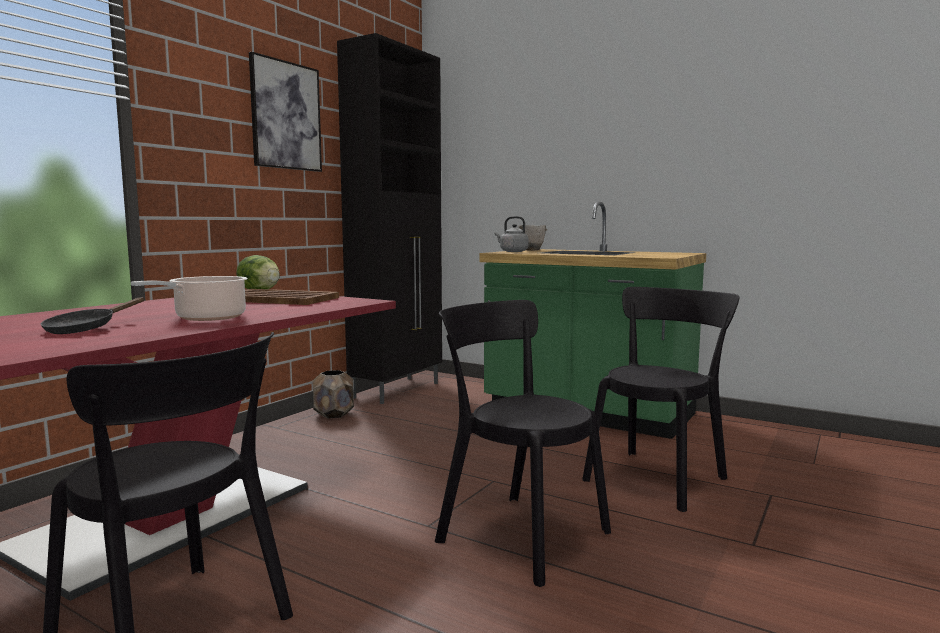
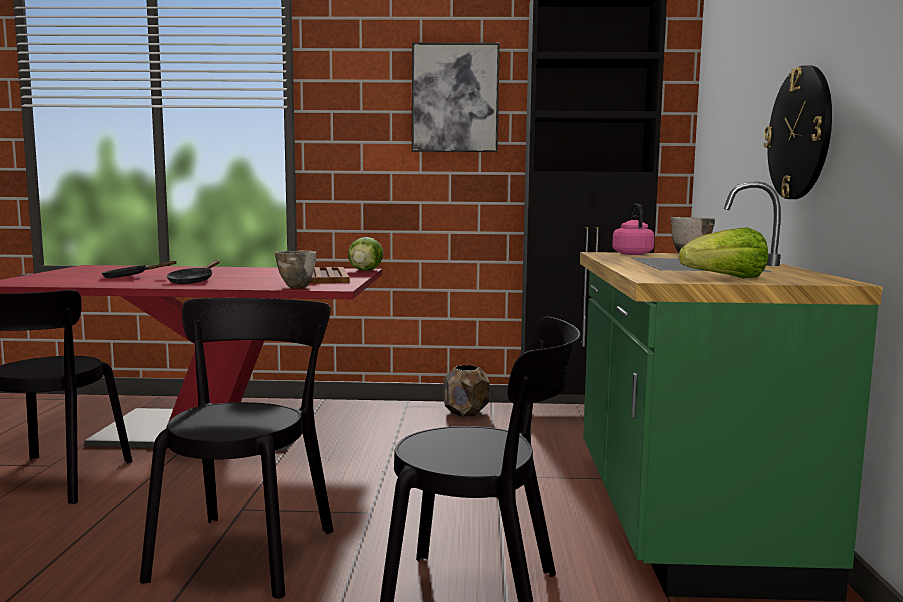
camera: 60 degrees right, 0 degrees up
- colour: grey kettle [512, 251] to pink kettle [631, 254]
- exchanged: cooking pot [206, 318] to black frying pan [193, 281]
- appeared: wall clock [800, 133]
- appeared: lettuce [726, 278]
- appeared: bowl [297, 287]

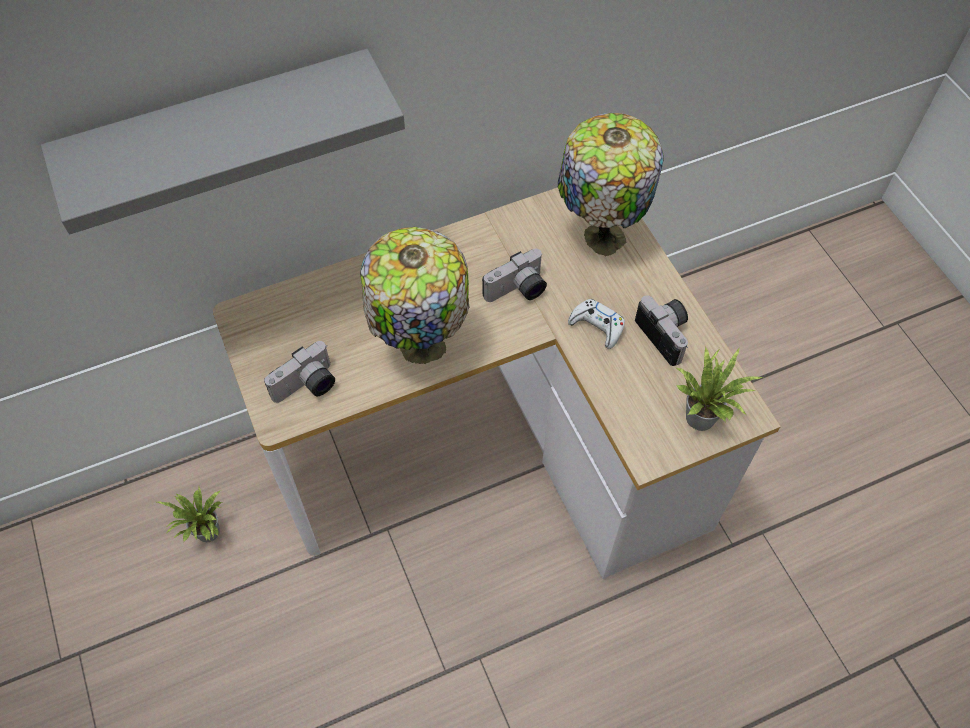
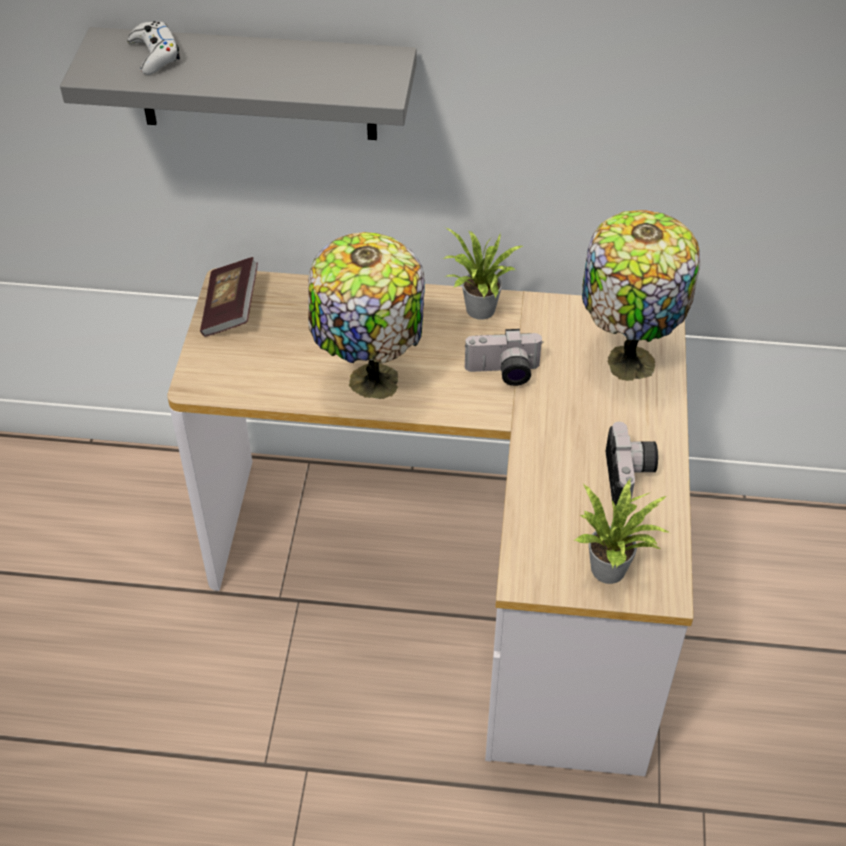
camera: 30 degrees right, 10 degrees down
- relocated: white game controller [597, 326] to [155, 55]
- missing: photo camera [307, 387]
- relocated: potted plant [207, 534] to [478, 312]
- appeared: book [230, 310]

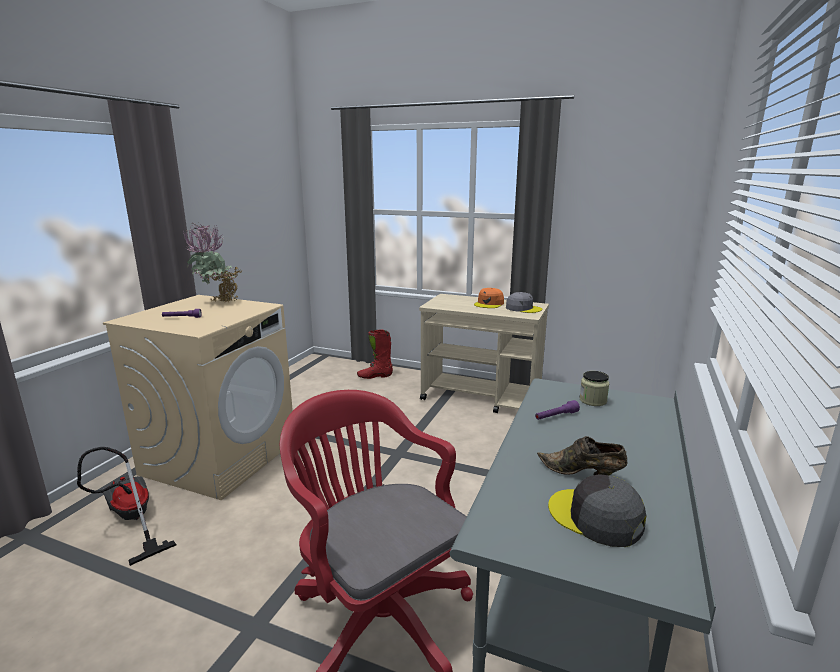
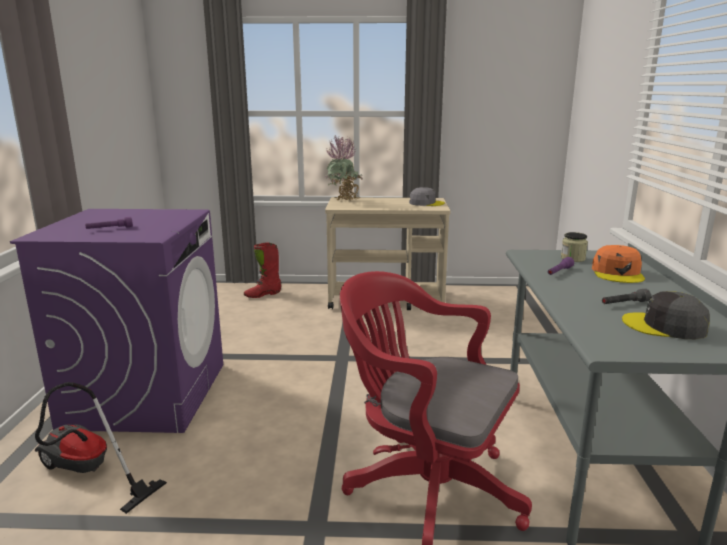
camera: 20 degrees left, 0 degrees up
- relocated: potted plant [218, 303] to [344, 201]
- relocated: orange cap [489, 304] to [617, 273]
- colour: beige washing machine [220, 456] to purple washing machine [147, 394]
- exchanged: brown shoe [582, 474] to grey flashlight [624, 304]

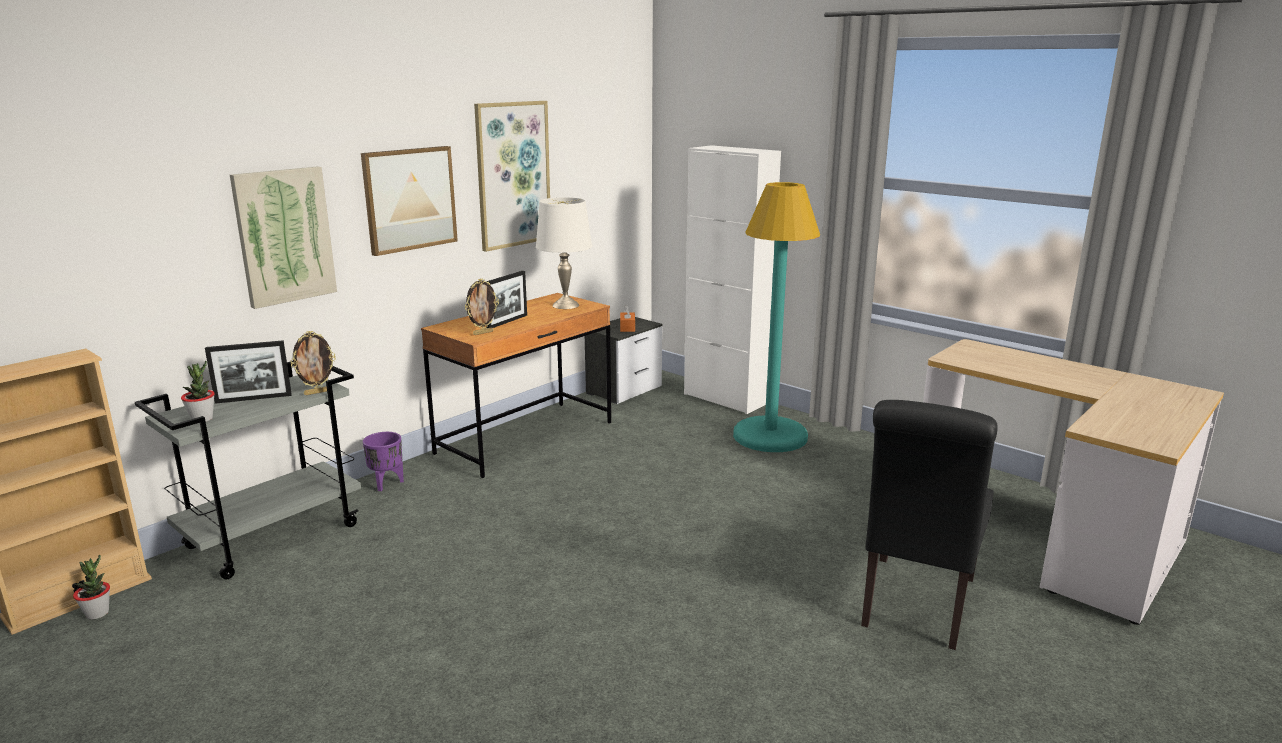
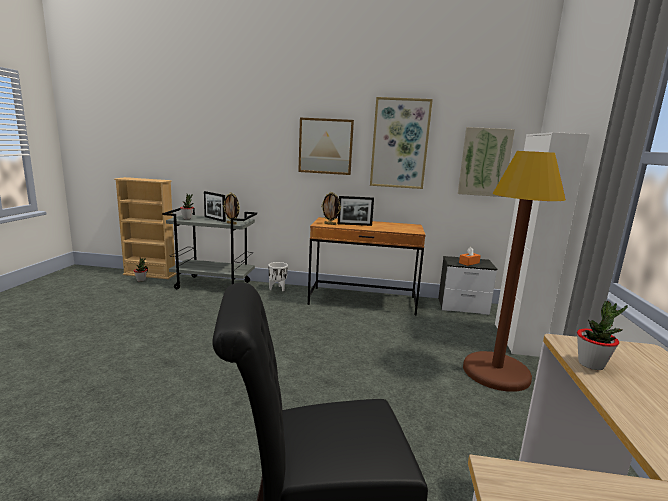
camera: 55 degrees right, 5 degrees down
- relocated: picture [284, 236] to [484, 162]
- colour: turquoise floor lamp [770, 436] to brown floor lamp [496, 372]
- missing: white table lamp [565, 305]
- colour: purple planter [386, 483] to white planter [277, 289]
- appeared: potted plant [591, 364]

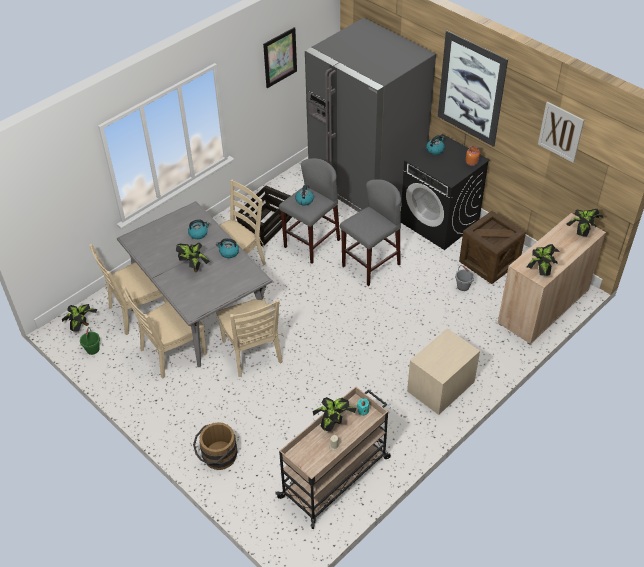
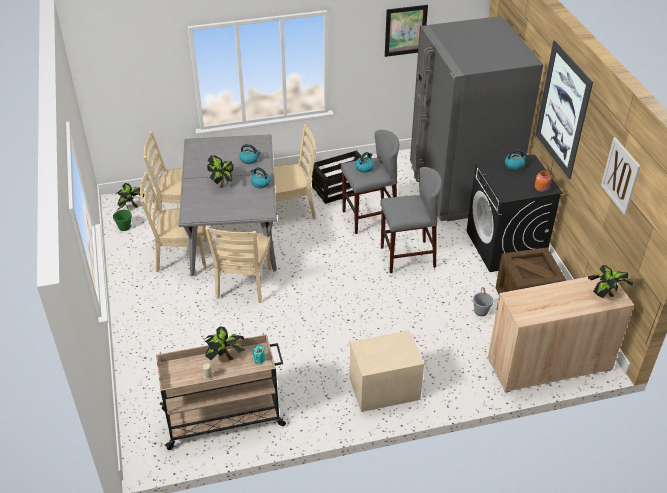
camera: 30 degrees right, 5 degrees down
- missing: potted plant [540, 271]
- missing: brown bucket [217, 458]

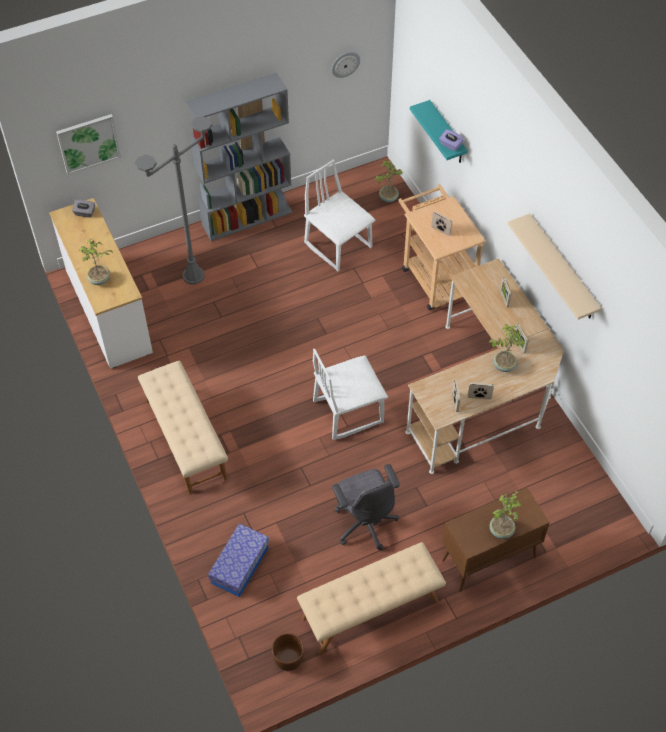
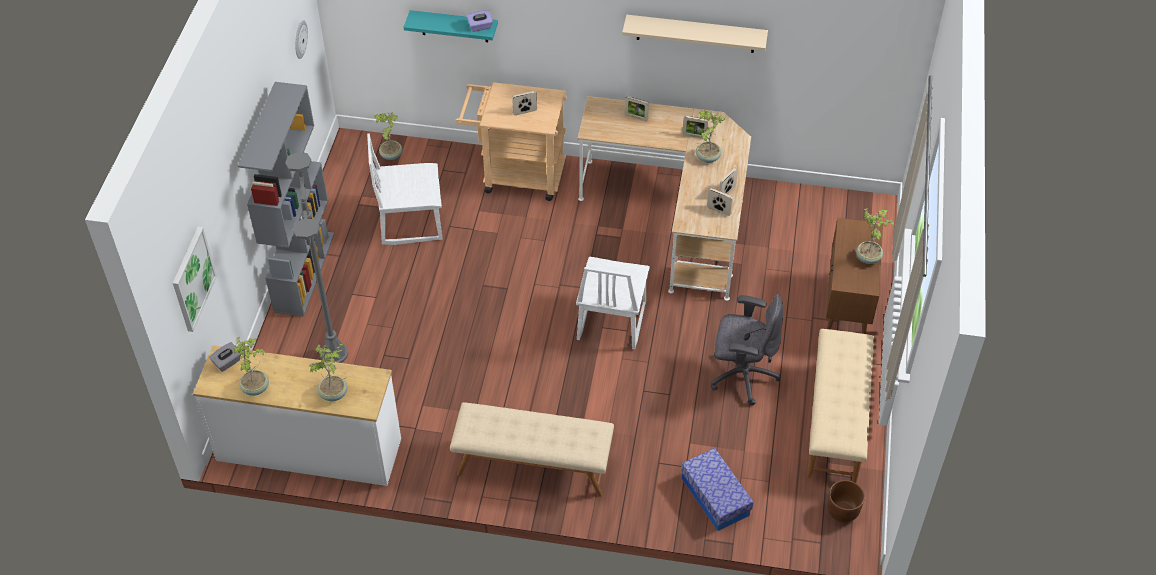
camera: 55 degrees left, 5 degrees down
- appeared: potted plant [256, 387]

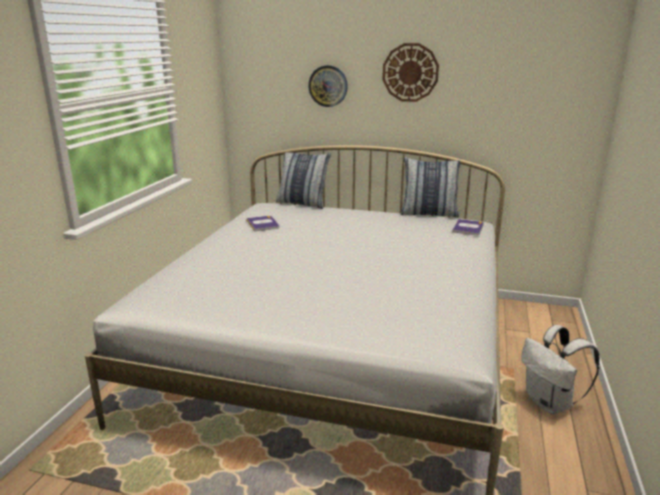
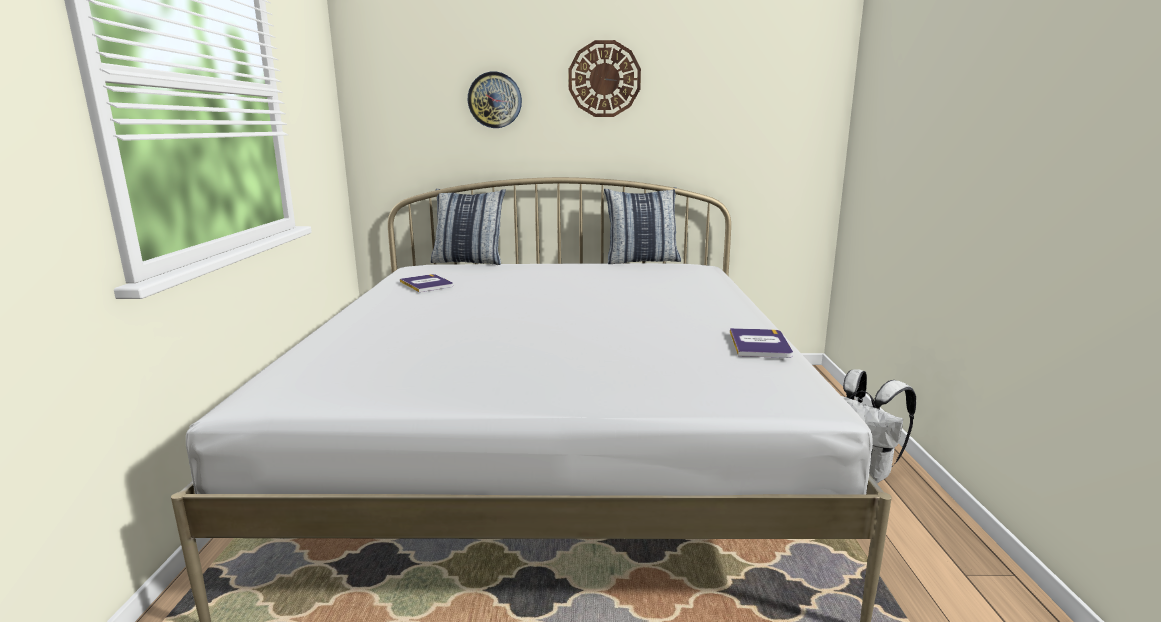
camera: 15 degrees left, 5 degrees down
- relocated: book [468, 228] to [759, 344]

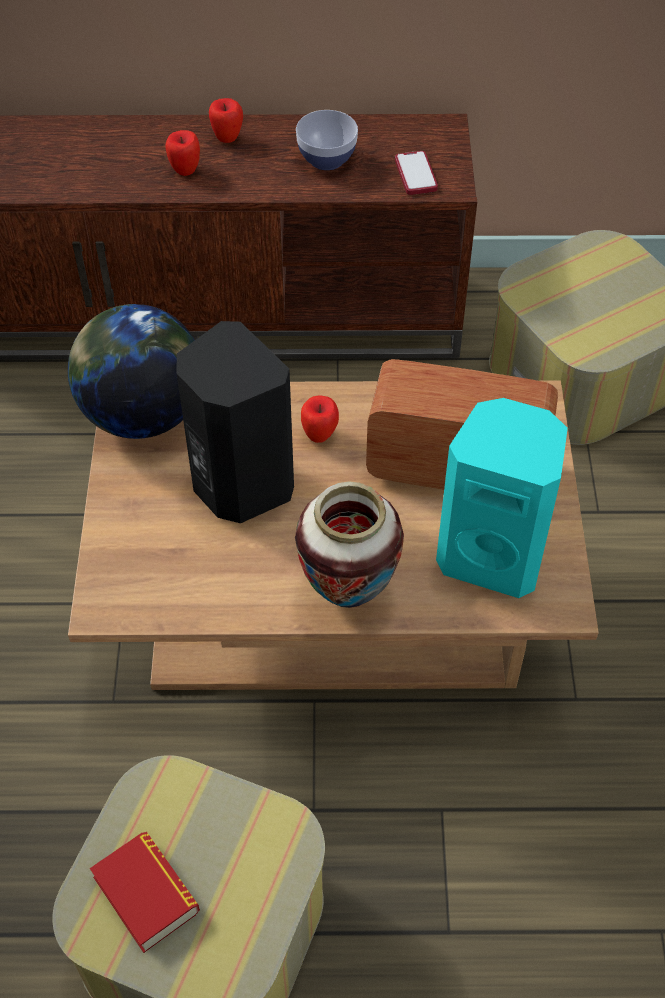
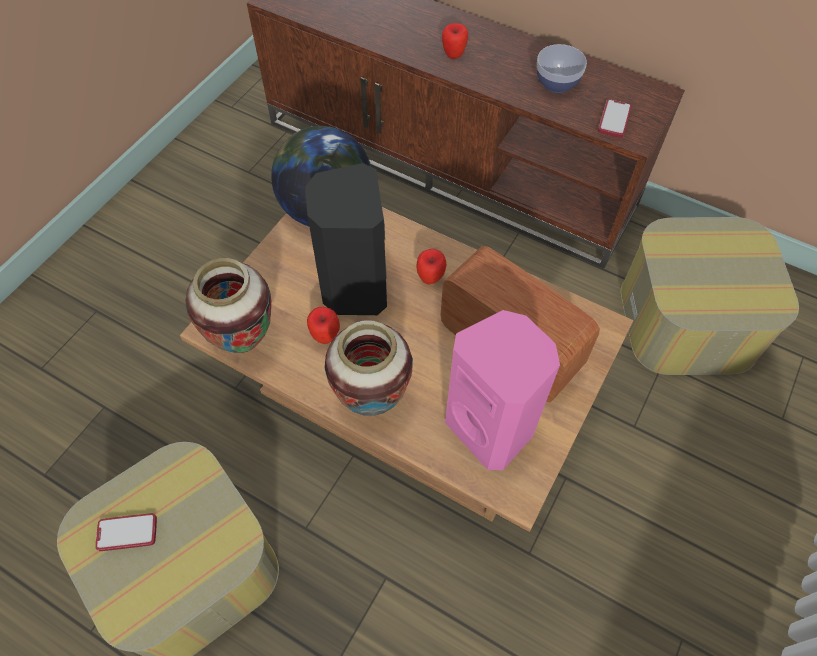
camera: 30 degrees right, 5 degrees up
- relocated: apple [227, 137] to [325, 336]
- colour: turquoise speaker [492, 555] to pink speaker [491, 427]
- exchanged: book [146, 894] to phone [127, 532]
- appeared: vase [243, 341]

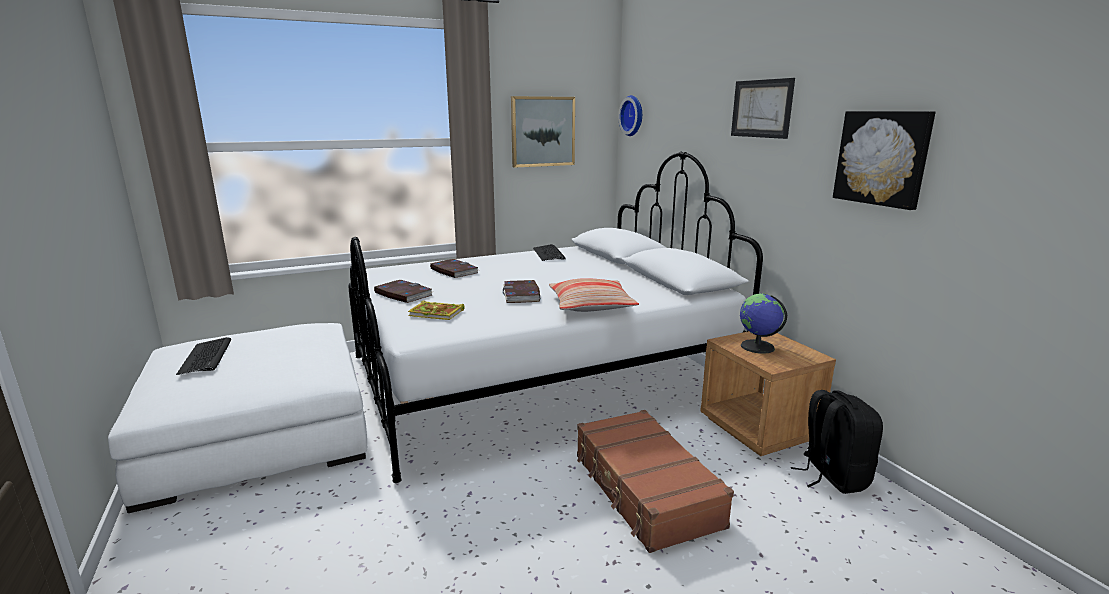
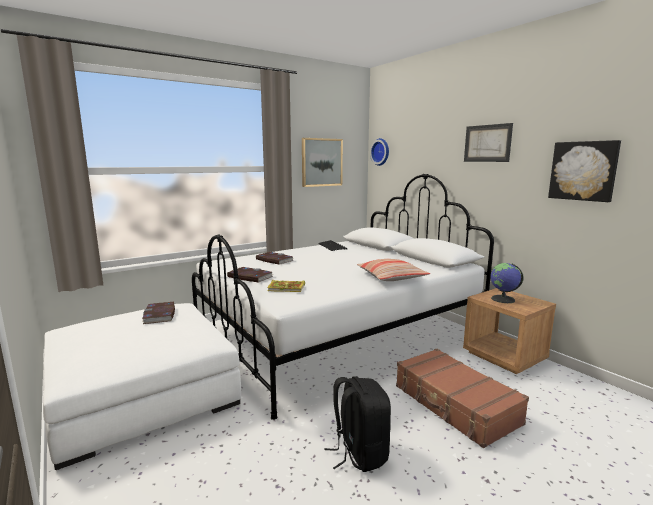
camera: 10 degrees left, 5 degrees down
- relocated: book [521, 294] to [159, 315]
- missing: keyboard [206, 357]
- relocated: black backpack [832, 476] to [359, 453]

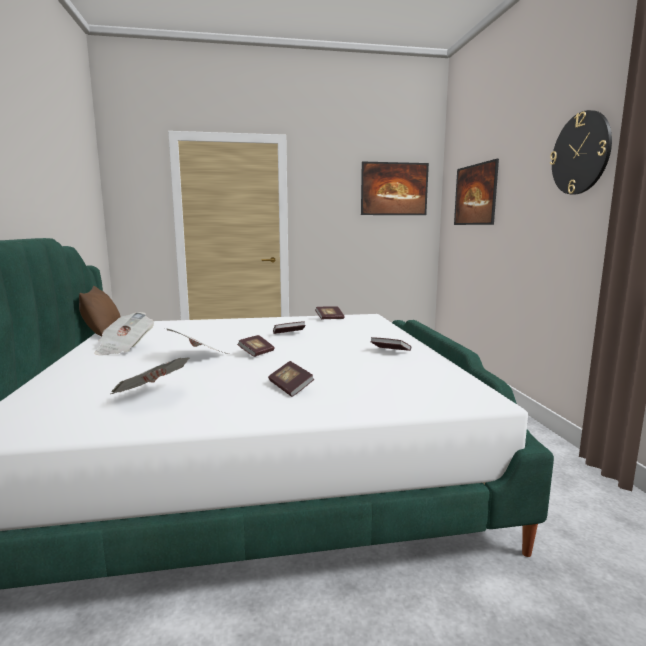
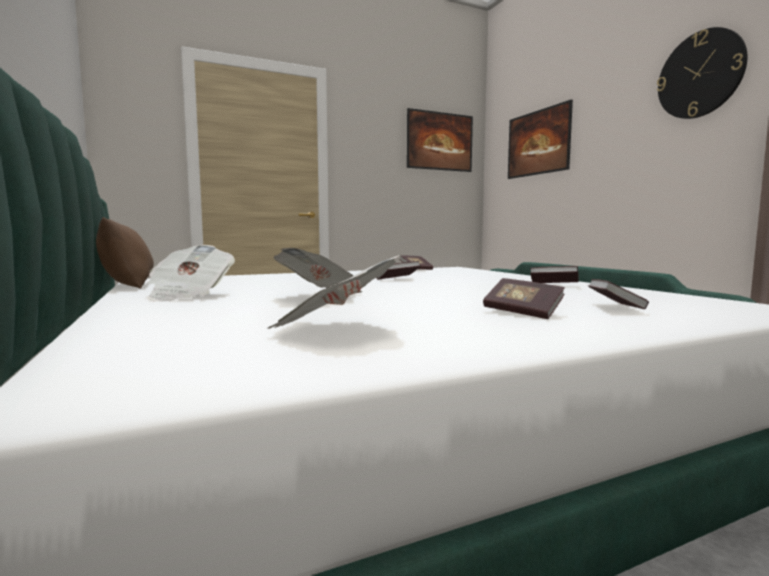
camera: 15 degrees left, 5 degrees down
- relocated: book [256, 353] to [615, 308]

